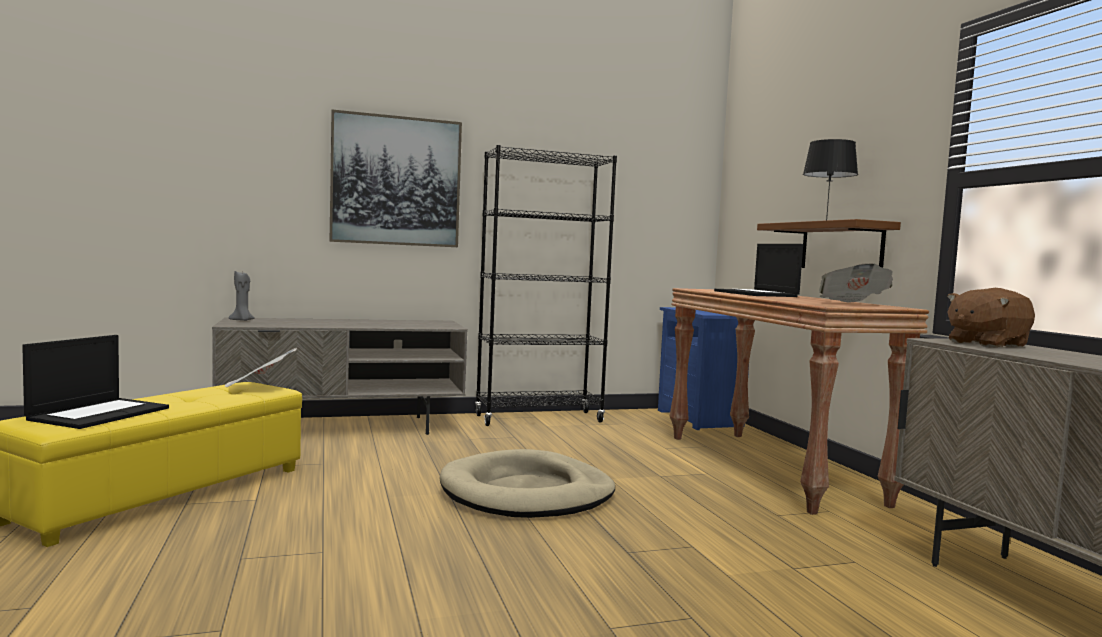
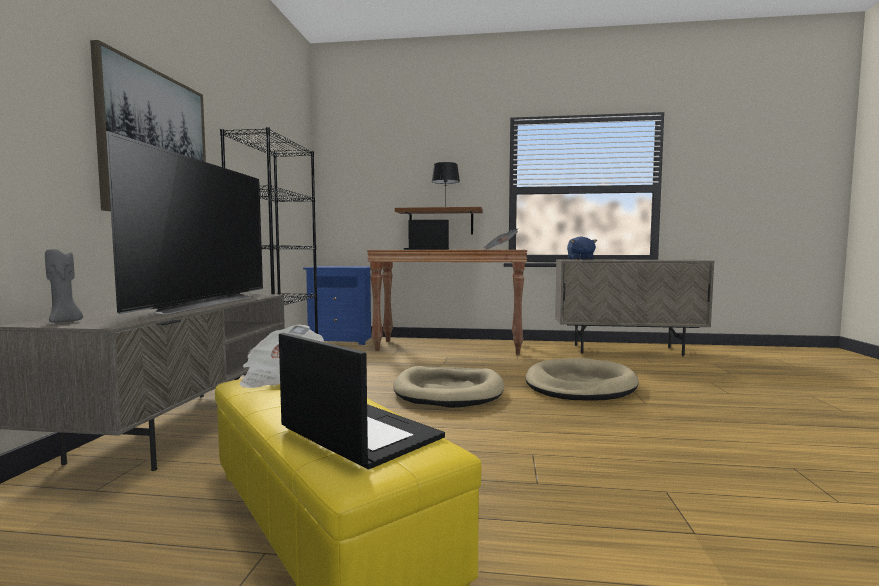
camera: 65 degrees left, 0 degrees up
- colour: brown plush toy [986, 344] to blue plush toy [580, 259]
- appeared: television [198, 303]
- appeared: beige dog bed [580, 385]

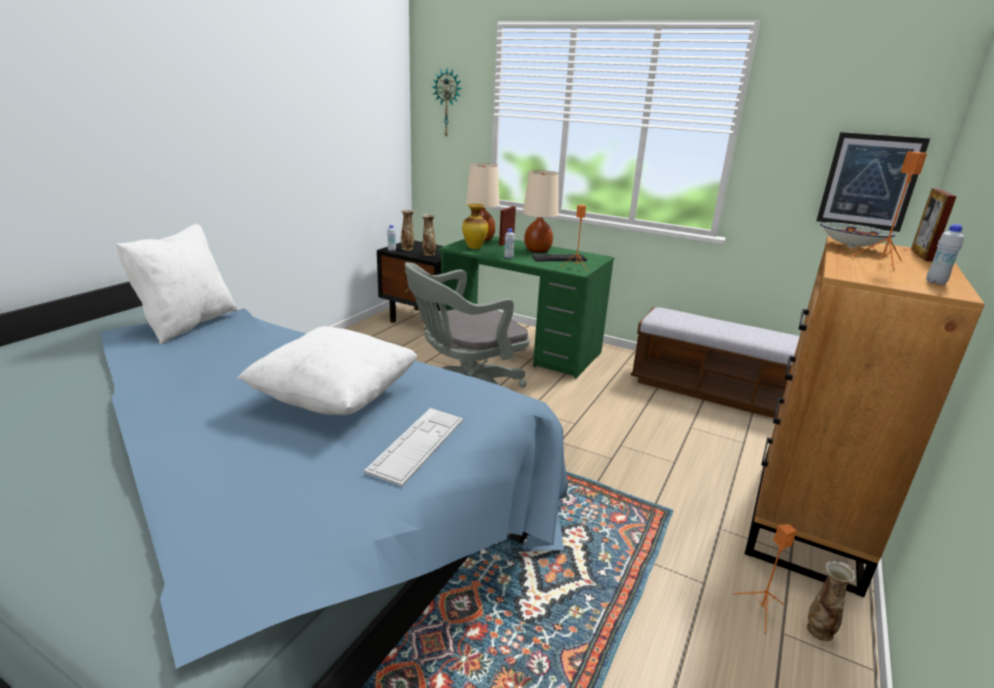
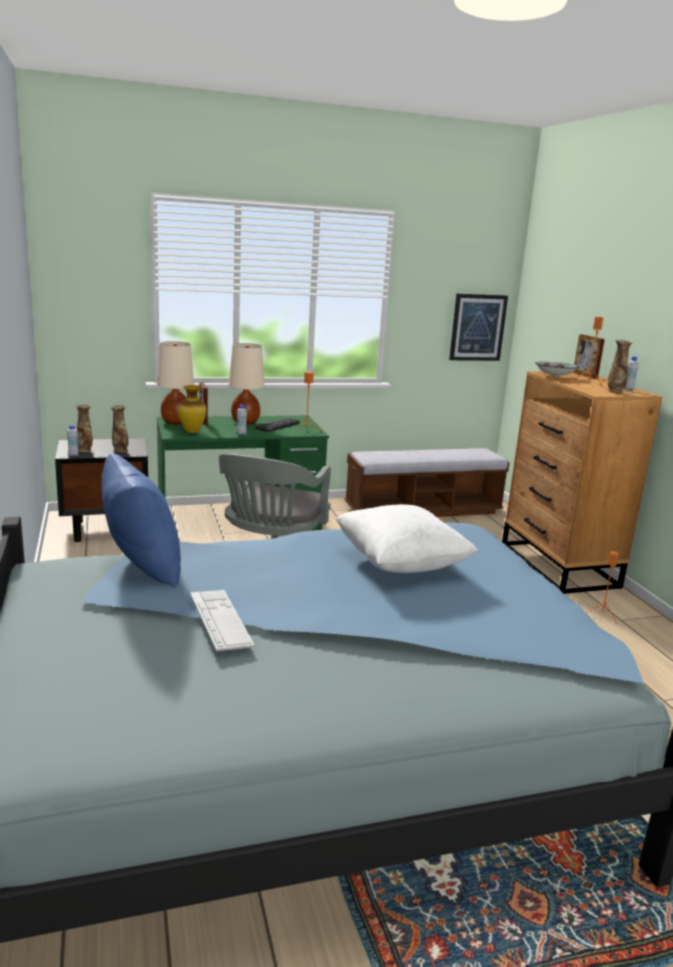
camera: 45 degrees left, 5 degrees down
- missing: wall clock [448, 103]
- colour: white pillow [187, 324] to blue pillow [141, 566]
- relocated: keyboard [417, 445] to [220, 620]
- relocated: vase [819, 631] to [614, 391]

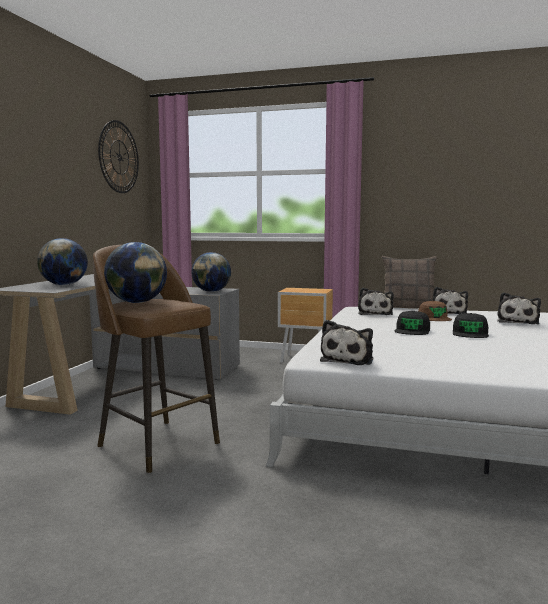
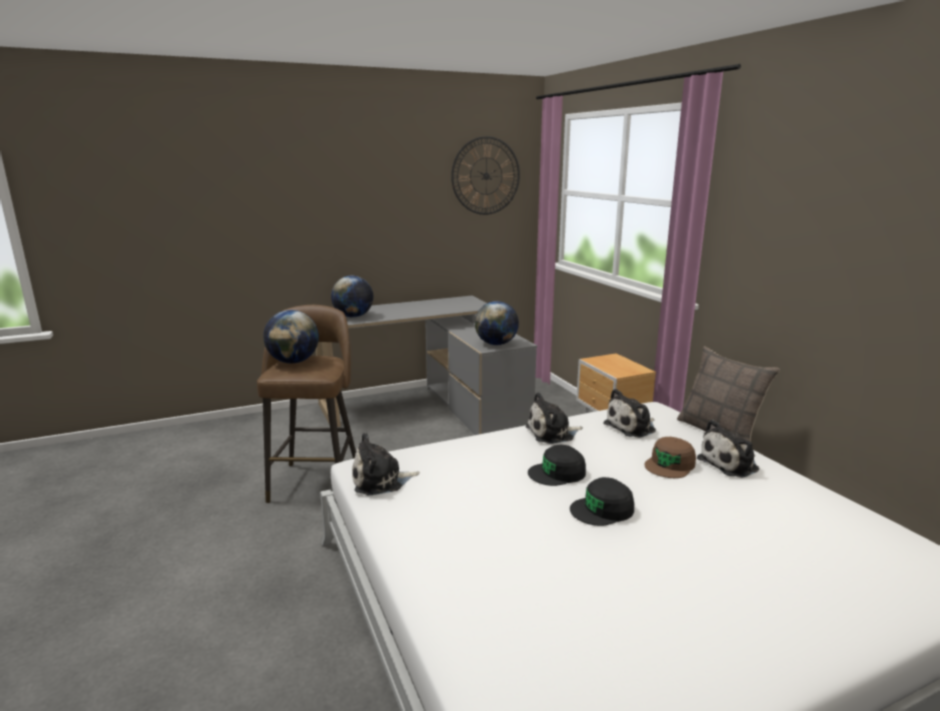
camera: 50 degrees right, 10 degrees up
- relocated: plush toy [517, 322] to [552, 433]

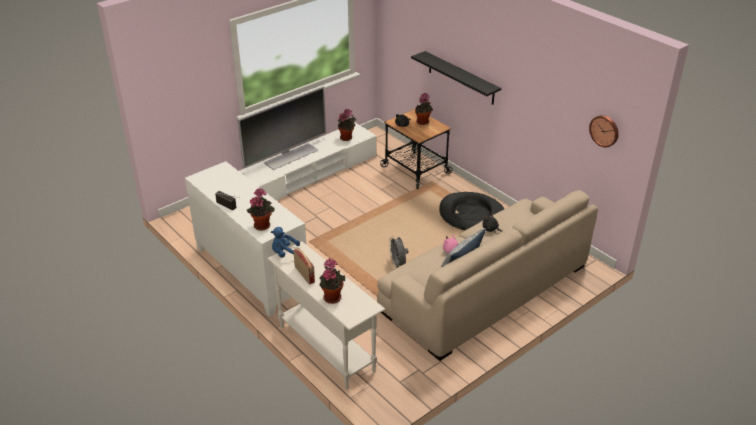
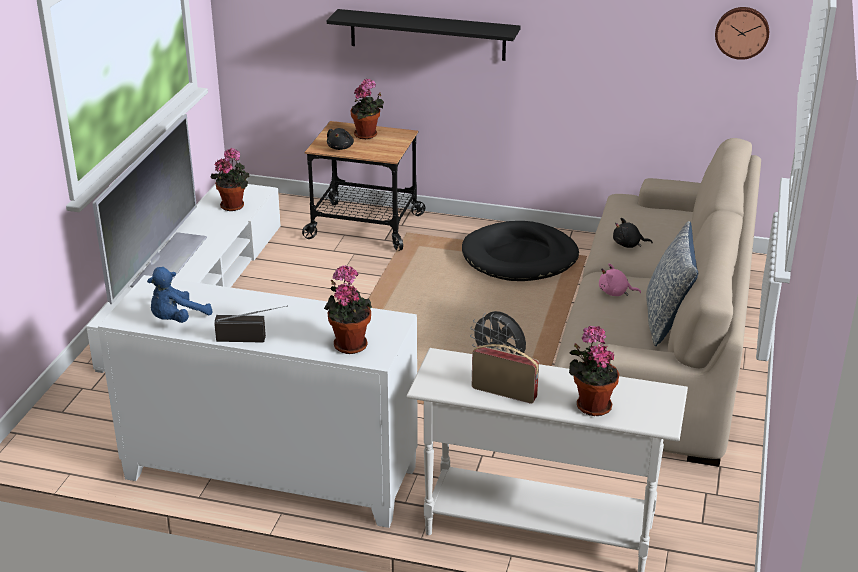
camera: 35 degrees left, 5 degrees down
- relocated: blue plush toy [285, 253] to [177, 319]

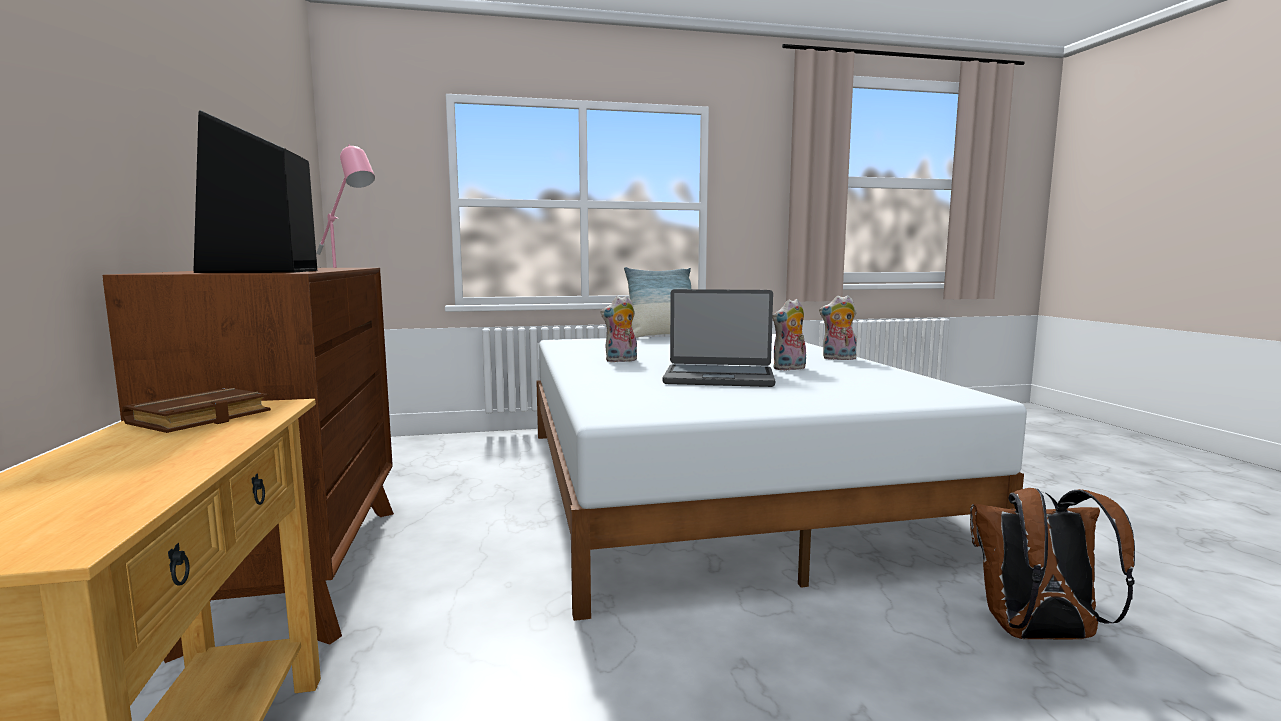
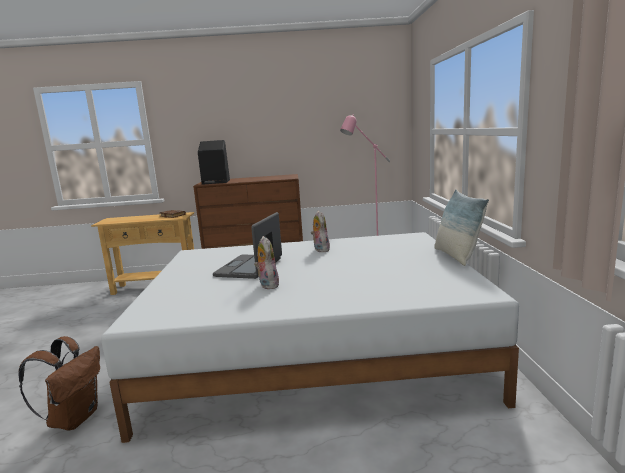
camera: 100 degrees right, 5 degrees up
- missing: plush toy [838, 359]

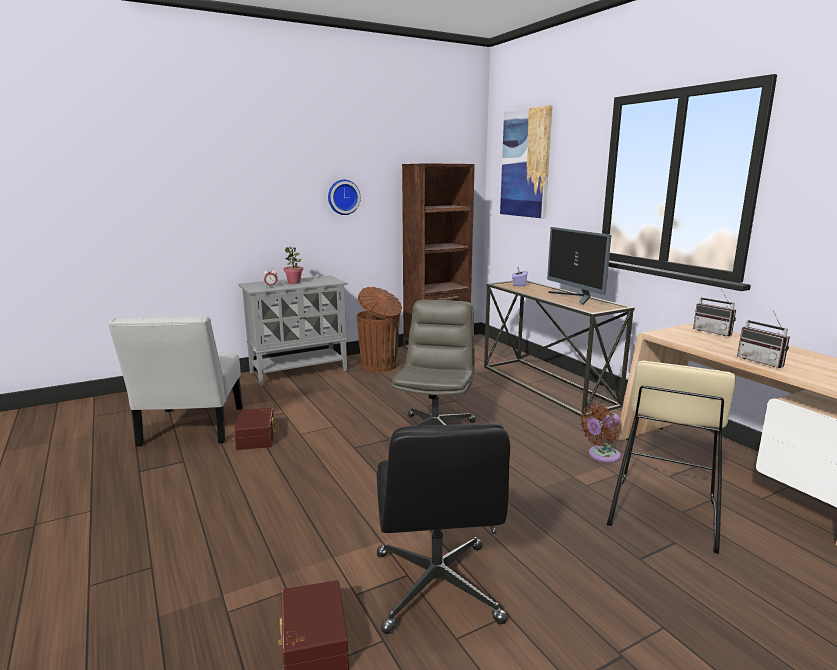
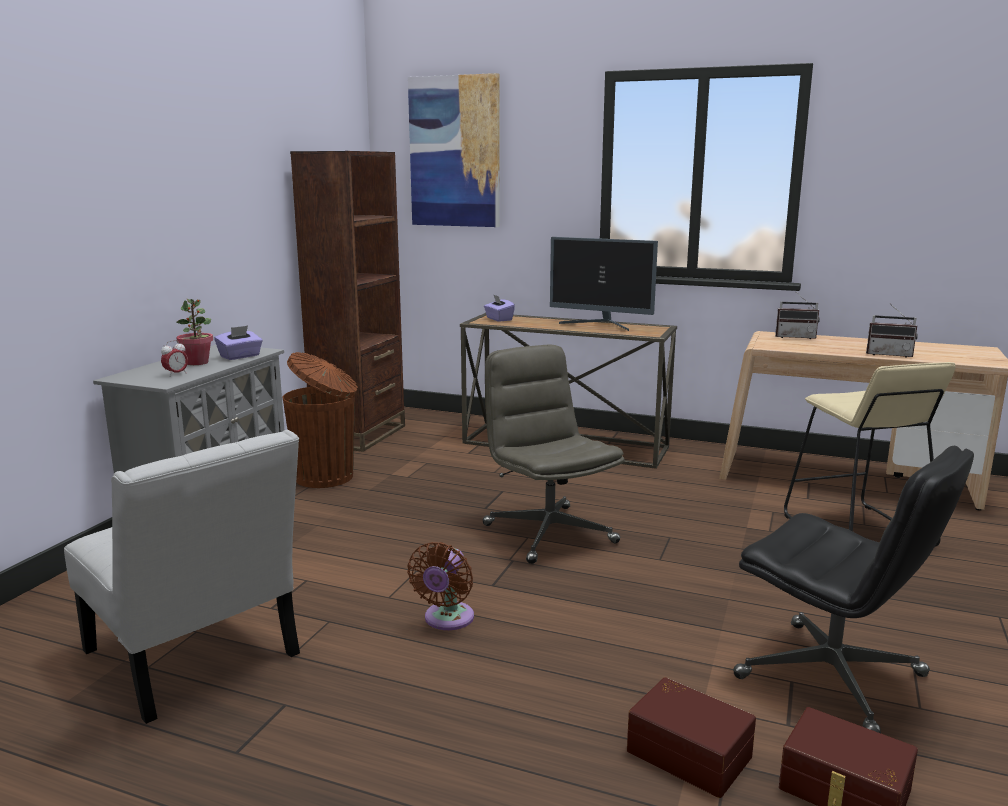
camera: 40 degrees left, 0 degrees up
- missing: wall clock [343, 197]
- relocated: brown fan [601, 455] to [447, 620]
- relocated: brown storage box [257, 437] to [690, 752]
- appeared: purple tissue box [240, 356]

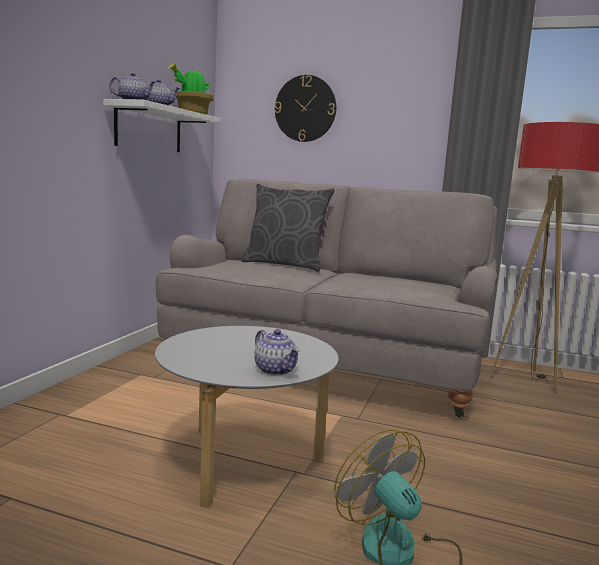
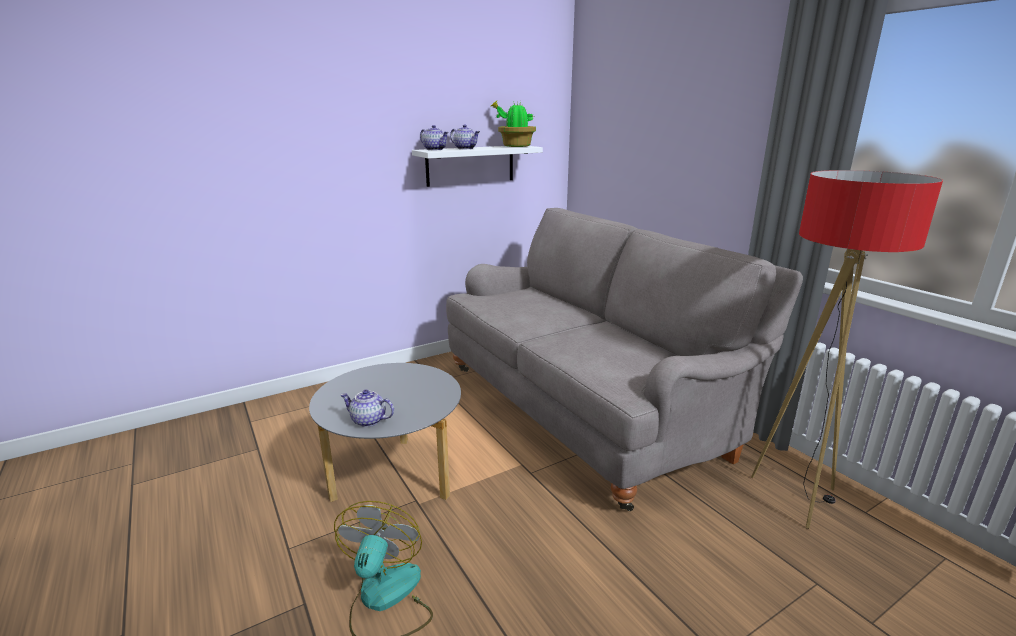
camera: 40 degrees right, 10 degrees up
- missing: wall clock [305, 108]
- missing: grey pillow [284, 265]
- spun: teapot [276, 370] = [368, 420] 105 degrees clockwise

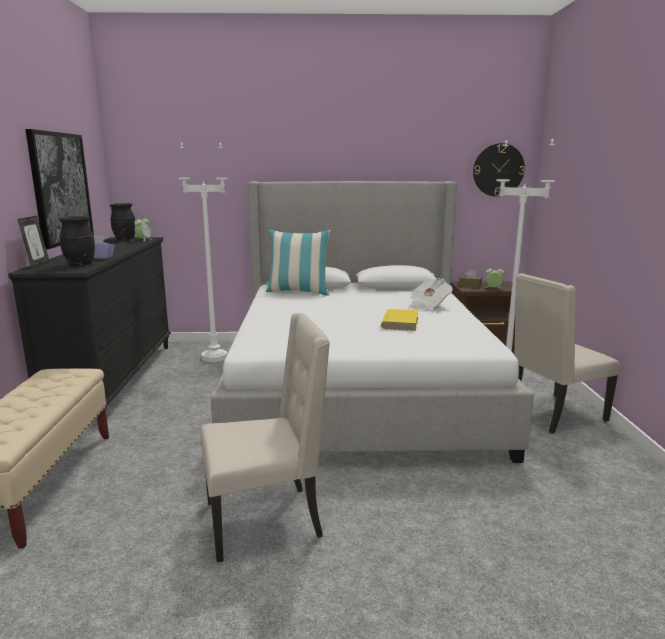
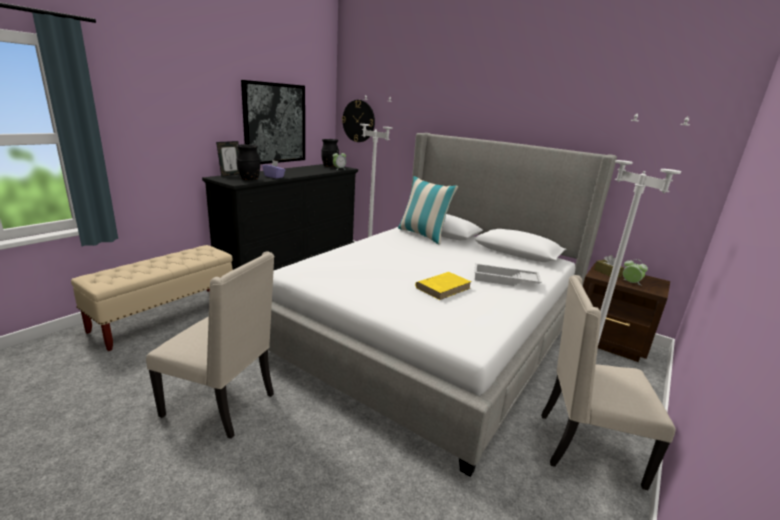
camera: 35 degrees right, 5 degrees up
- relocated: wall clock [498, 170] to [358, 121]
- exchanged: newspaper [428, 306] to white tray [504, 280]

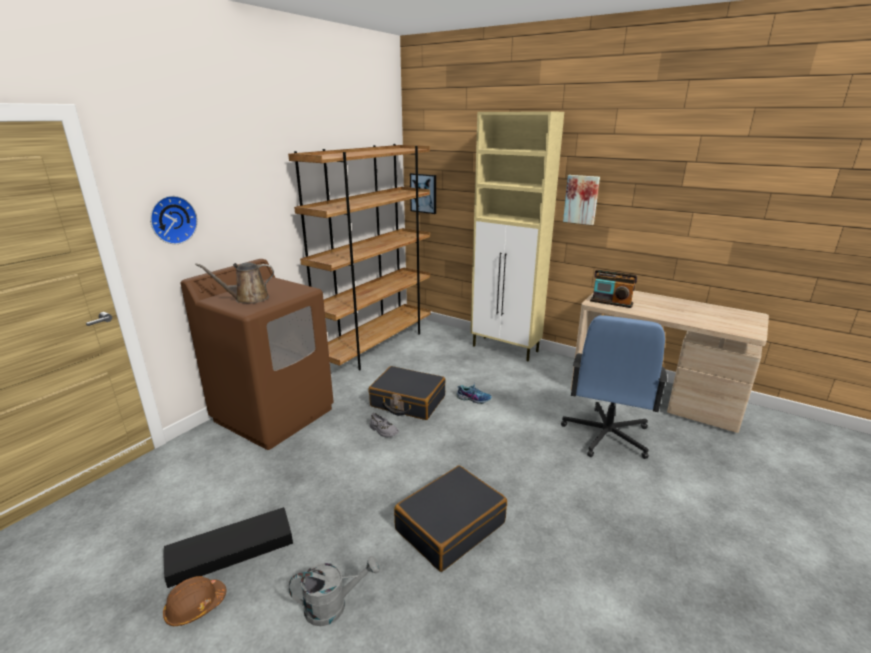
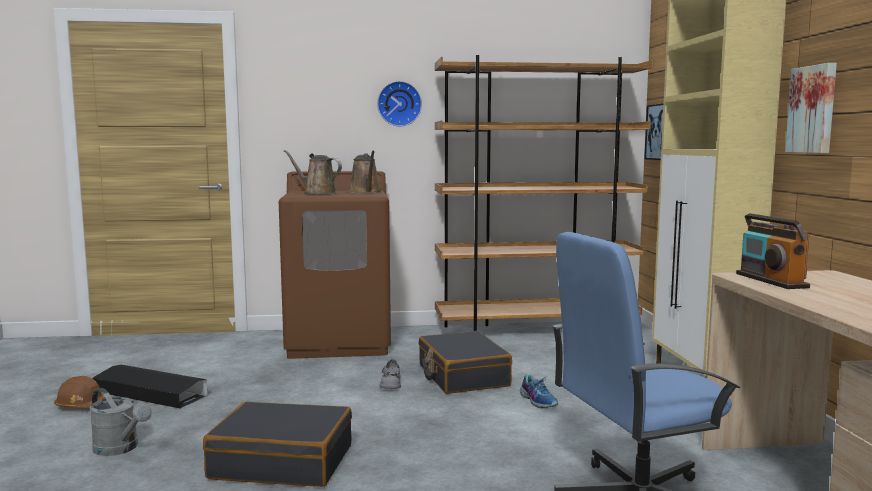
camera: 50 degrees right, 15 degrees down
- relocated: wall clock [172, 219] to [399, 104]
- appeared: brown watering can [365, 192]

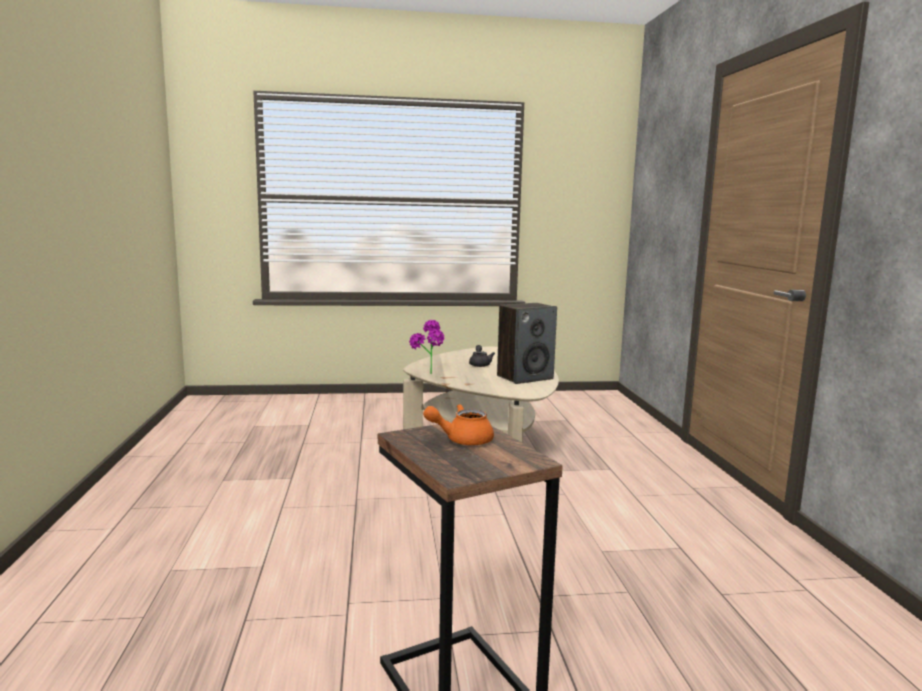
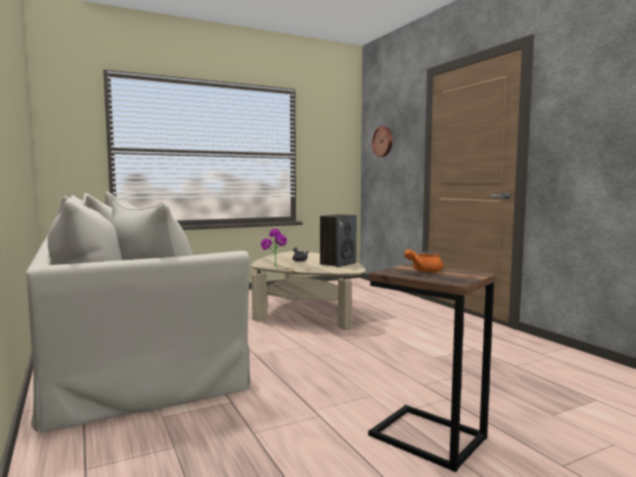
camera: 20 degrees left, 5 degrees down
- appeared: wall clock [383, 141]
- appeared: beige sofa [131, 342]

